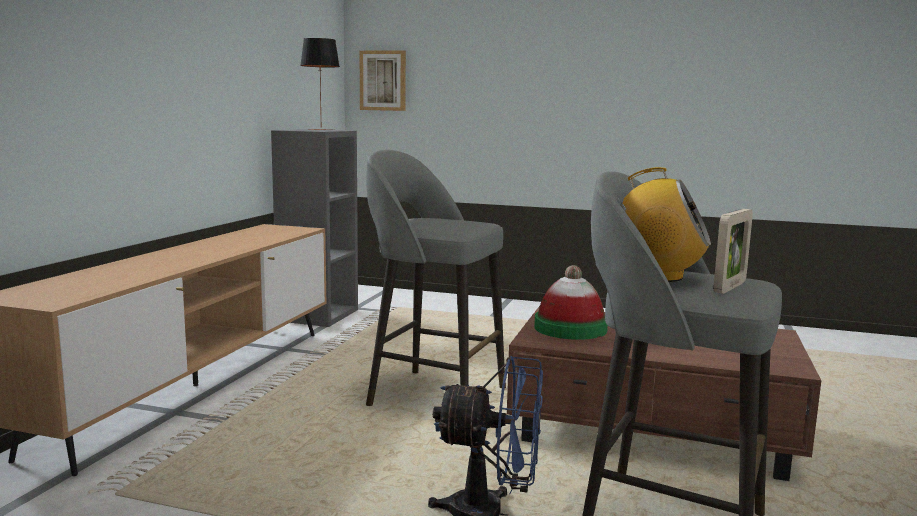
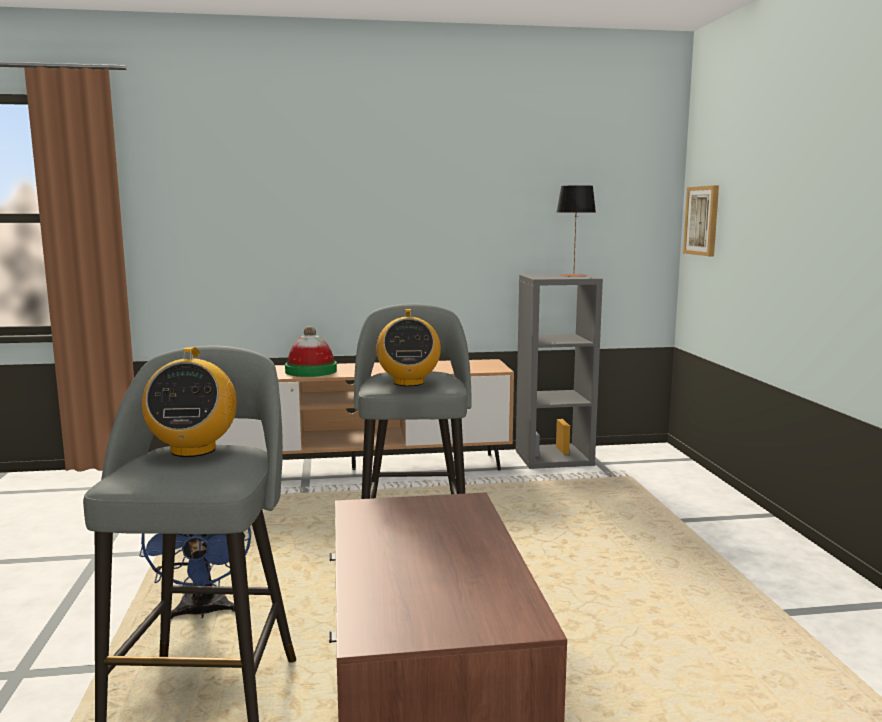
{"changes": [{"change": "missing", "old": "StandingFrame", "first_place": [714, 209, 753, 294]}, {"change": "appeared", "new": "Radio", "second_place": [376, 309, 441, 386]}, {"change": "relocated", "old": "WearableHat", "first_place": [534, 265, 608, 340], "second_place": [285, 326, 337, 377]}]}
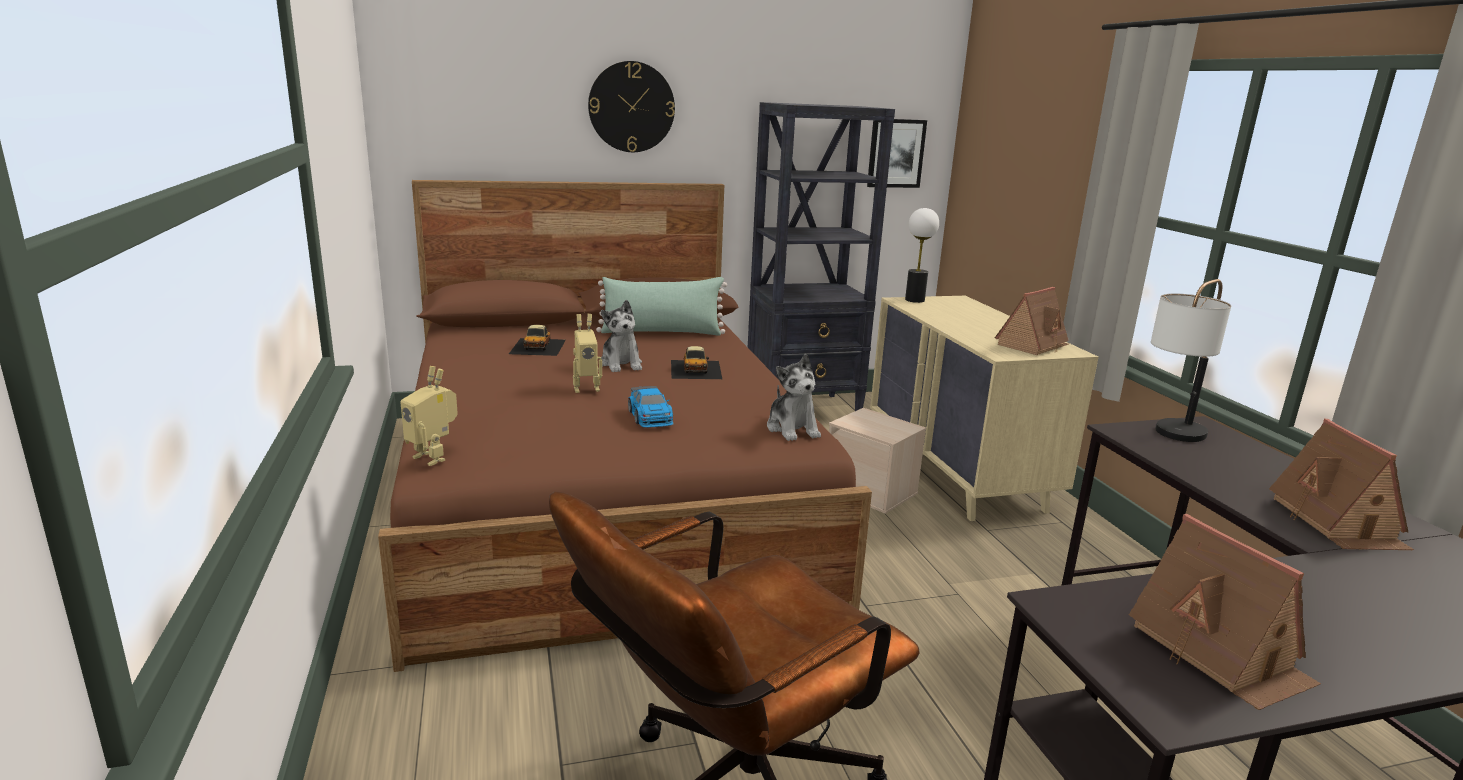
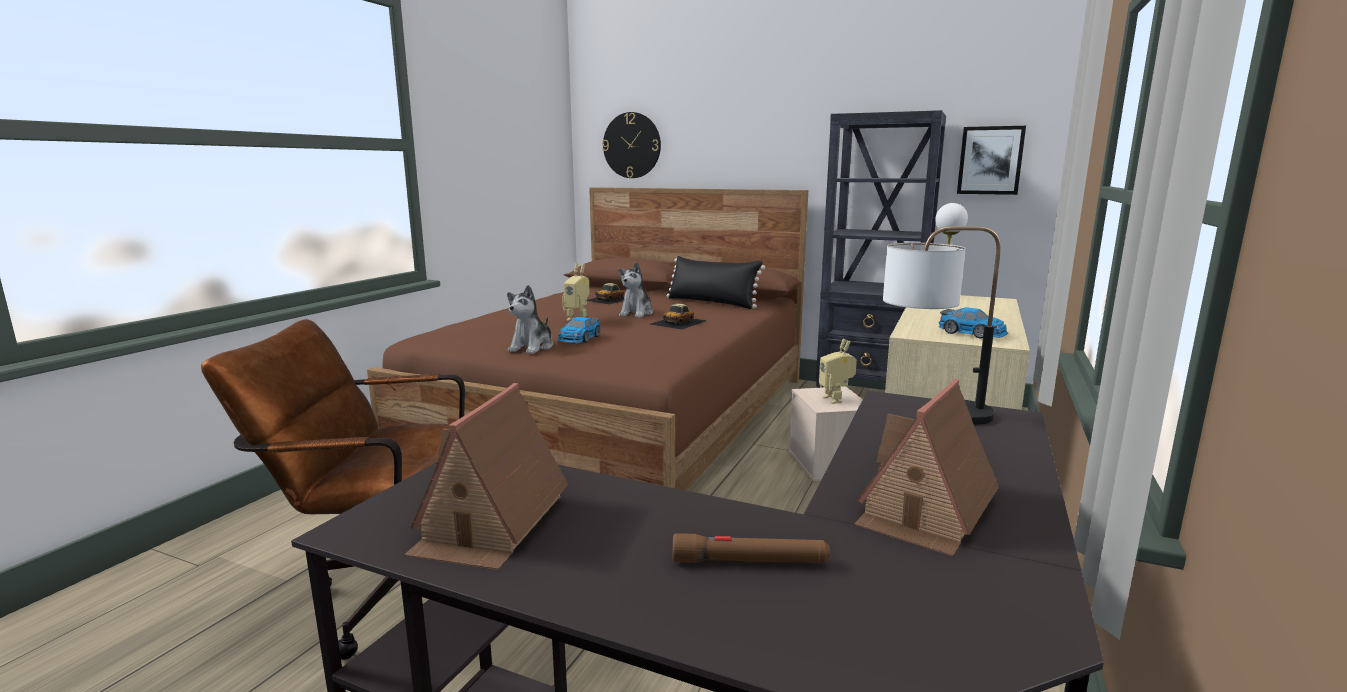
{"changes": [{"change": "appeared", "new": "BrownishHandTorch", "second_place": [673, 533, 830, 563]}, {"change": "relocated", "old": "ModelRobot", "first_place": [400, 366, 458, 466], "second_place": [819, 339, 857, 404]}, {"change": "relocated", "old": "ClockOnTheWall", "first_place": [588, 61, 675, 152], "second_place": [602, 112, 661, 178]}, {"change": "relocated", "old": "PlushToy", "first_place": [767, 354, 821, 441], "second_place": [507, 285, 553, 354]}, {"change": "exchanged", "old": "MiniatureHouse", "new": "MiniatureCar", "first_place": [995, 287, 1069, 355], "second_place": [939, 307, 1008, 338]}, {"change": "colour", "old": "GreenCushion", "new": "BlackColouredCushion", "first_place": [596, 277, 727, 336], "second_place": [667, 256, 765, 309]}]}
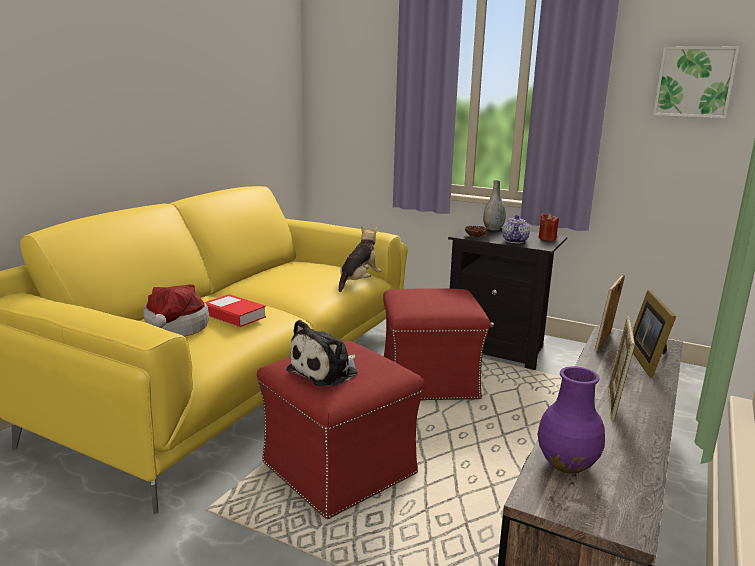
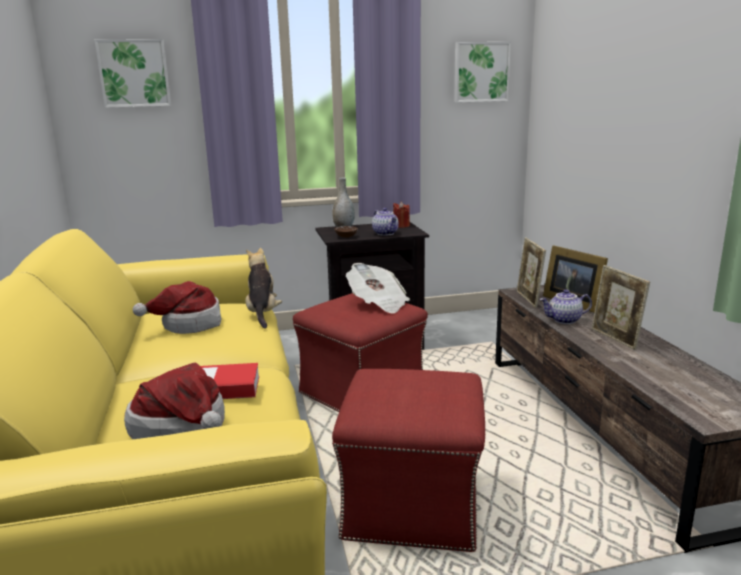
{"changes": [{"change": "missing", "old": "PlushToy", "first_place": [286, 320, 358, 386]}, {"change": "missing", "old": "PurpleColouredDecorativeVase", "first_place": [538, 366, 605, 474]}, {"change": "appeared", "new": "WallPicture", "second_place": [94, 39, 172, 108]}, {"change": "appeared", "new": "WearableHat", "second_place": [133, 281, 222, 334]}, {"change": "appeared", "new": "Newspaper", "second_place": [346, 263, 410, 314]}, {"change": "appeared", "new": "PotForTea", "second_place": [540, 290, 592, 324]}]}
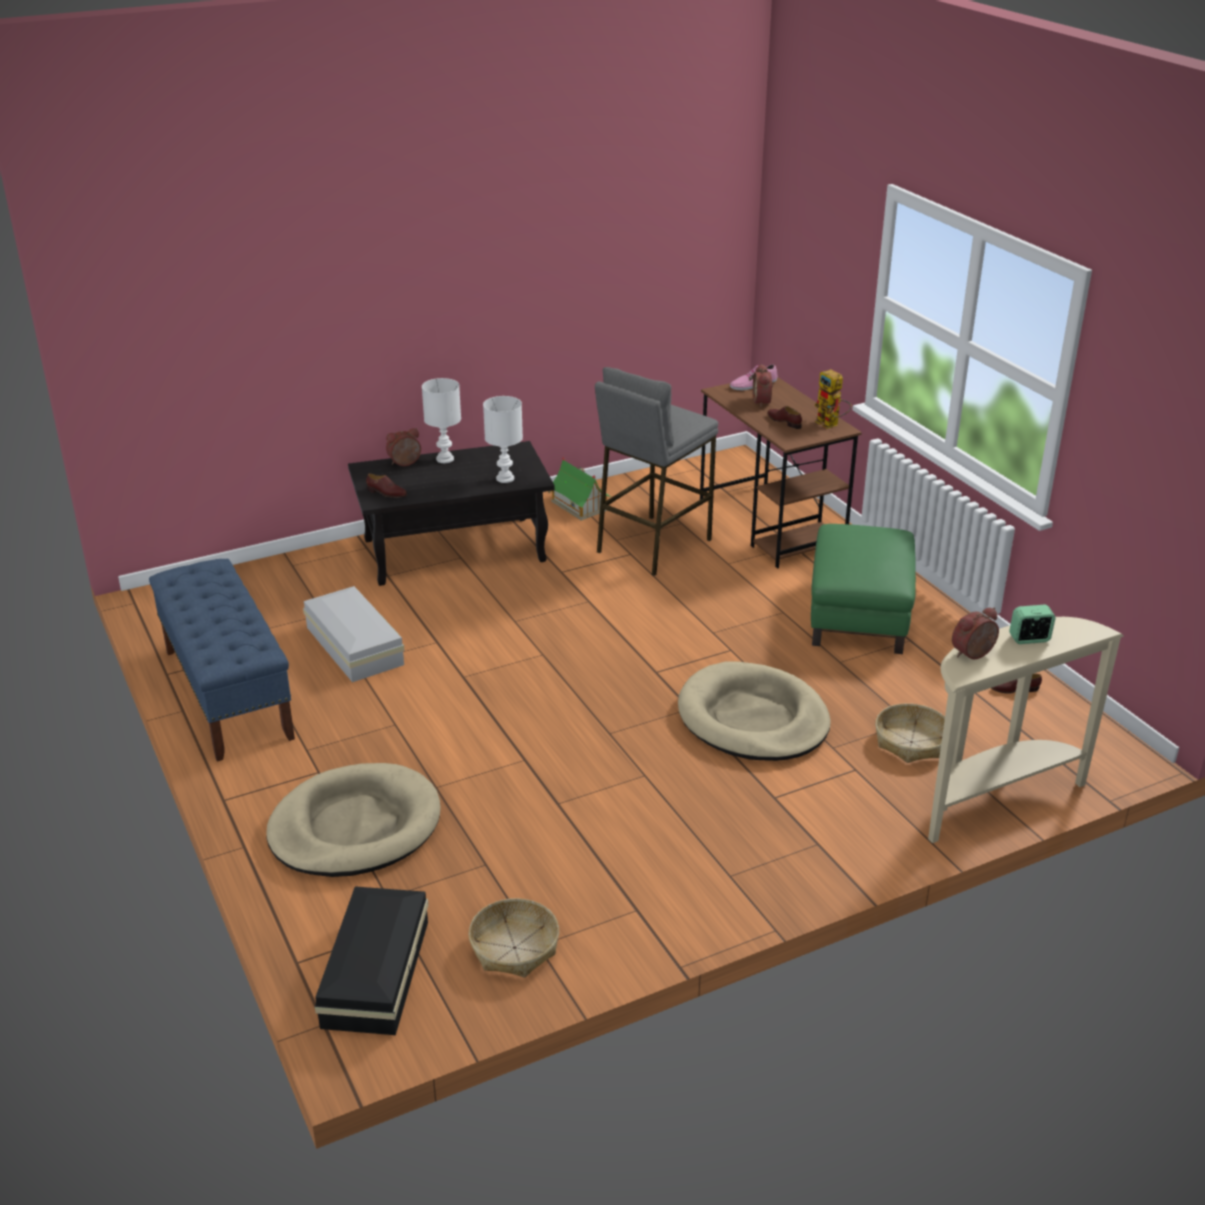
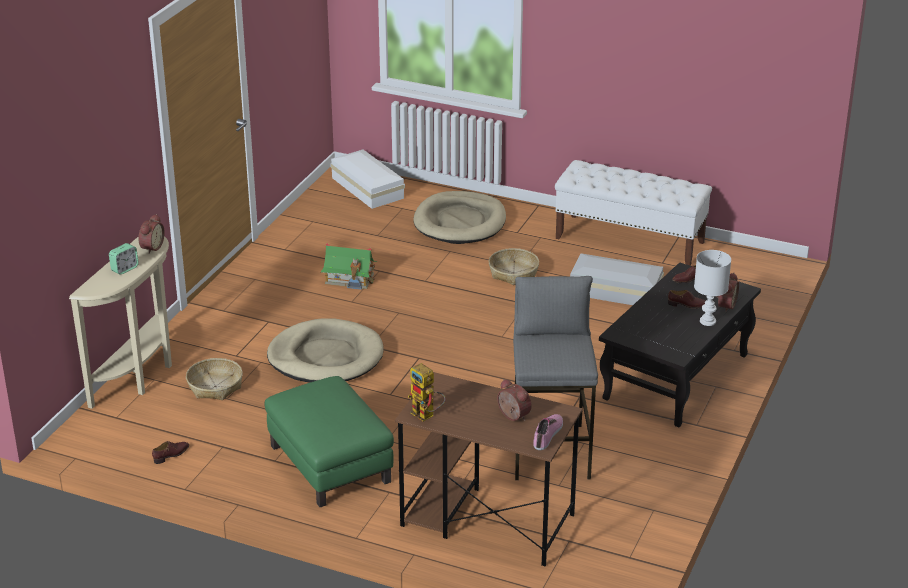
{"changes": [{"change": "missing", "old": "WhiteLampForATable", "first_place": [483, 396, 523, 483]}, {"change": "relocated", "old": "HouseholdBasket", "first_place": [469, 898, 559, 977], "second_place": [489, 248, 539, 285]}, {"change": "relocated", "old": "MiniatureHouse", "first_place": [548, 457, 611, 521], "second_place": [321, 243, 377, 290]}, {"change": "relocated", "old": "BrownishShoe", "first_place": [767, 406, 802, 429], "second_place": [668, 290, 705, 309]}, {"change": "colour", "old": "BlueBench", "new": "WhiteBench", "first_place": [149, 559, 295, 761], "second_place": [555, 160, 712, 266]}, {"change": "colour", "old": "BlackColouredStorageContainer", "new": "WhiteStorageContainer", "first_place": [315, 886, 428, 1035], "second_place": [330, 149, 405, 209]}, {"change": "spun", "old": "ModelRobot", "first_place": [814, 369, 852, 429], "second_place": [408, 363, 446, 422], "degrees": -150}]}
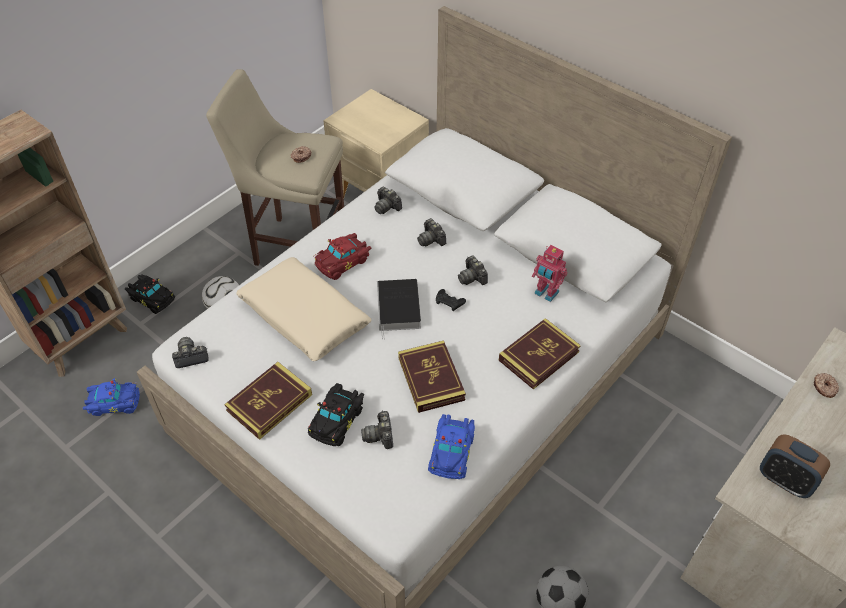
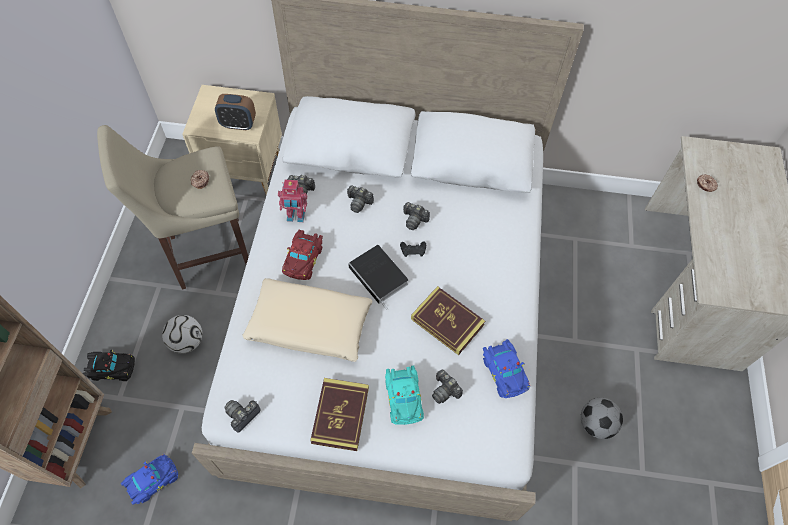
{"changes": [{"change": "missing", "old": "Book", "first_place": [499, 318, 581, 390]}, {"change": "relocated", "old": "ModelRobot", "first_place": [532, 245, 567, 302], "second_place": [278, 180, 307, 222]}, {"change": "relocated", "old": "AlarmClock", "first_place": [760, 434, 830, 498], "second_place": [215, 94, 256, 130]}, {"change": "colour", "old": "BlackColouredMiniatureCar", "new": "TurquoiseColouredMiniatureCar", "first_place": [308, 383, 364, 446], "second_place": [385, 366, 424, 425]}]}
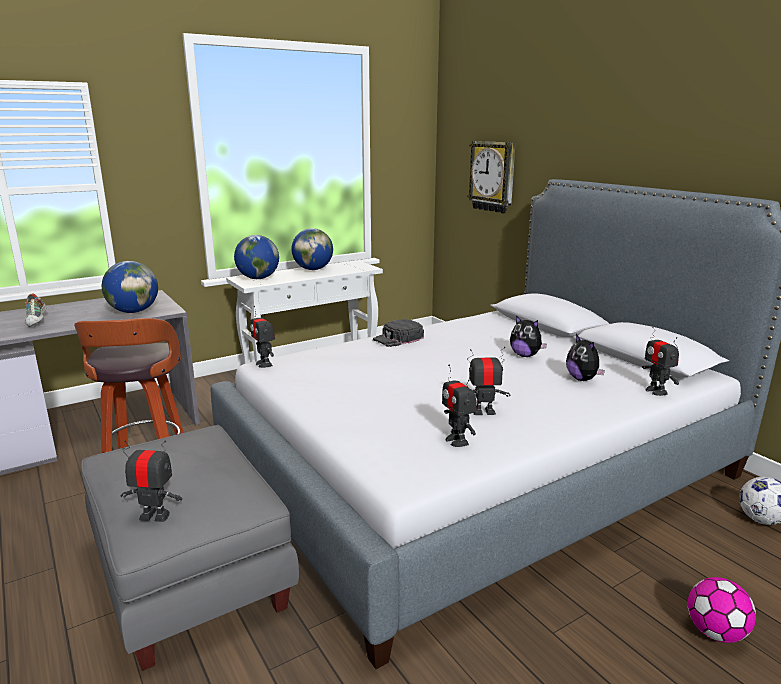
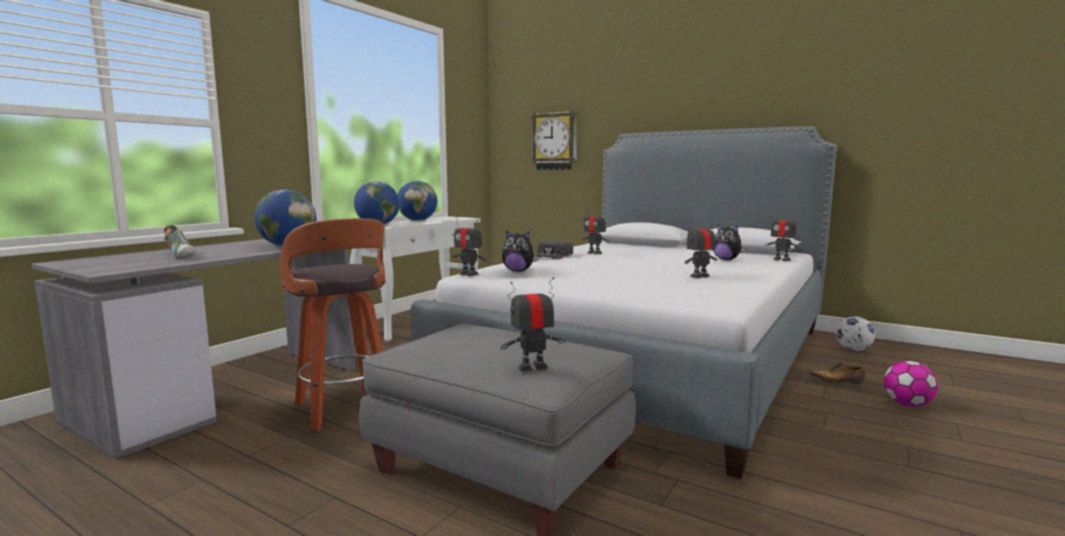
{"changes": [{"change": "appeared", "new": "Shoe", "second_place": [809, 362, 865, 384]}, {"change": "relocated", "old": "ModelRobot", "first_place": [442, 365, 476, 447], "second_place": [581, 207, 610, 254]}, {"change": "relocated", "old": "PlushToy", "first_place": [510, 316, 547, 357], "second_place": [502, 231, 539, 272]}]}
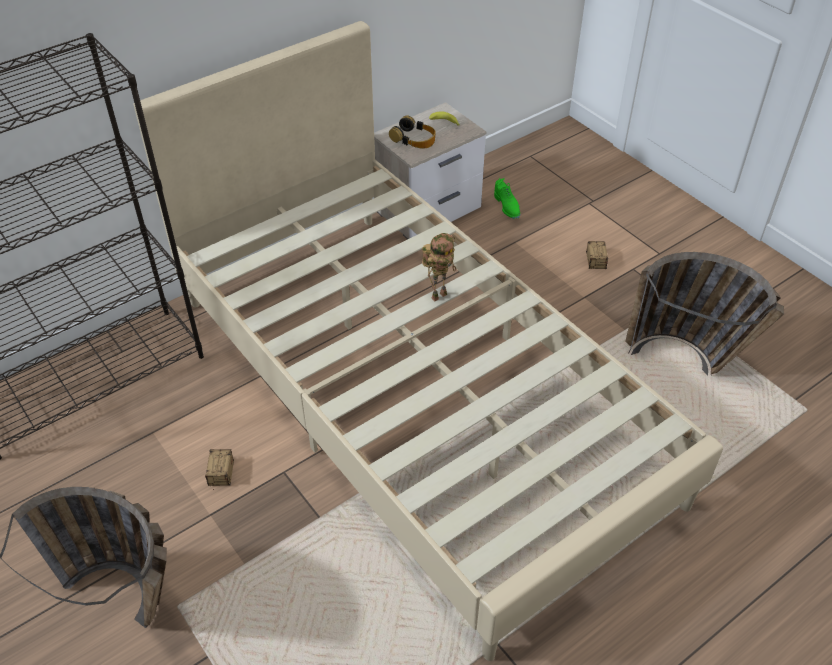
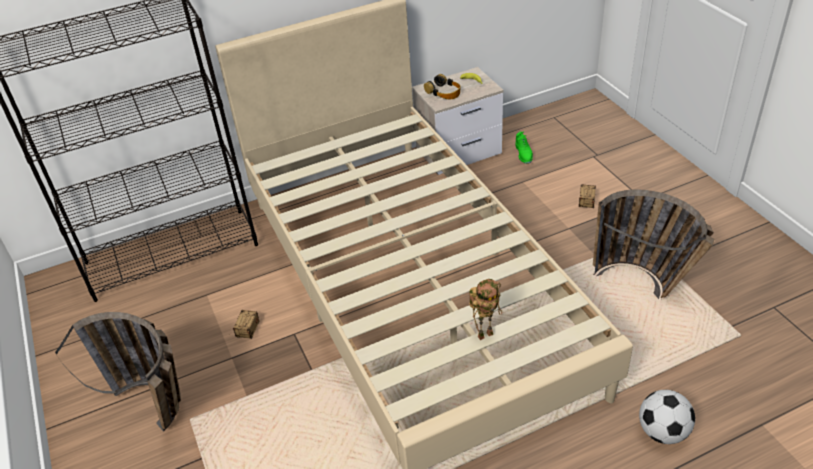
{"changes": [{"change": "appeared", "new": "Football", "second_place": [639, 390, 695, 444]}, {"change": "relocated", "old": "ModelRobot", "first_place": [422, 233, 457, 301], "second_place": [469, 279, 502, 340]}]}
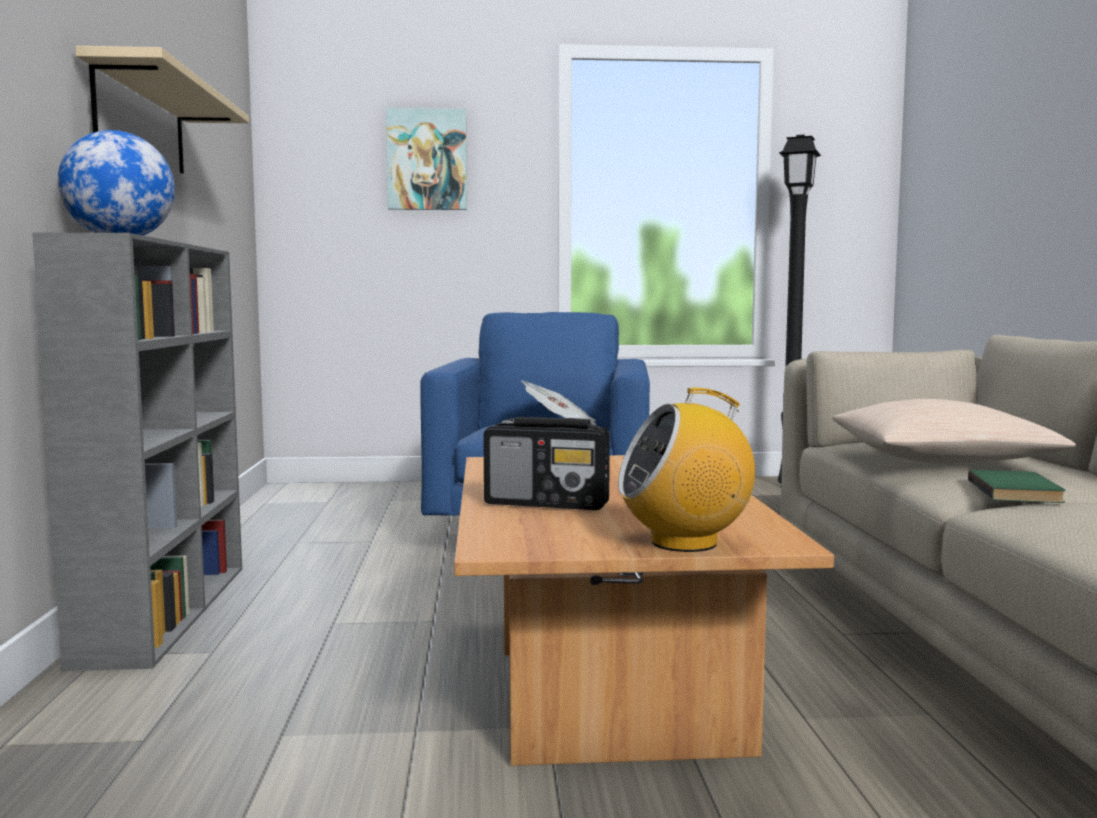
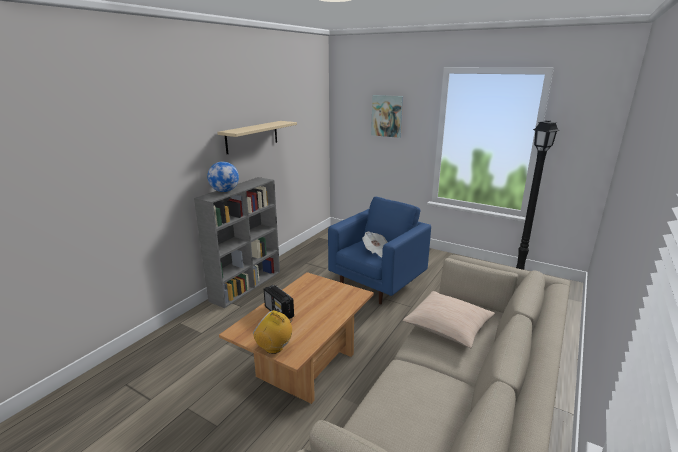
{"changes": [{"change": "missing", "old": "GreenBook", "first_place": [968, 470, 1066, 503]}]}
